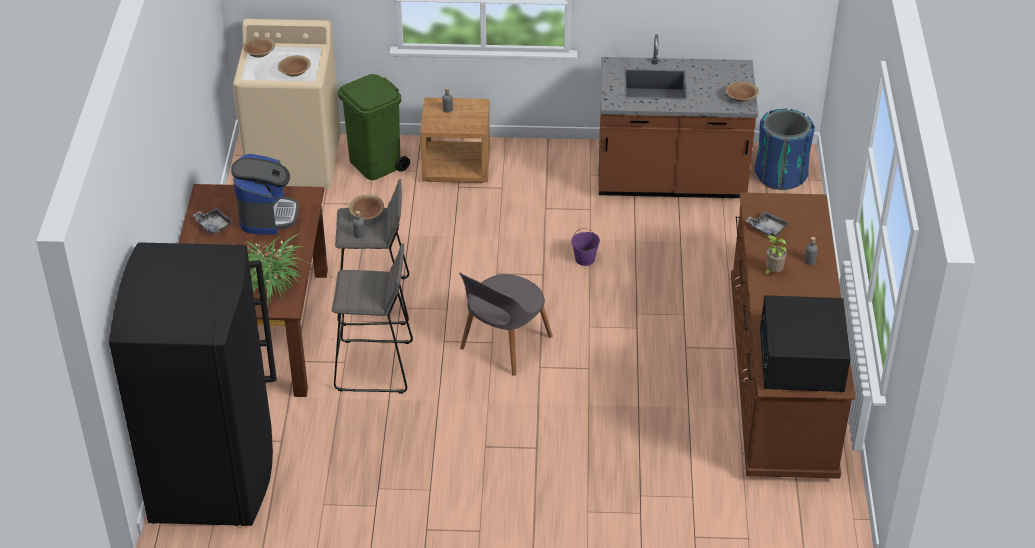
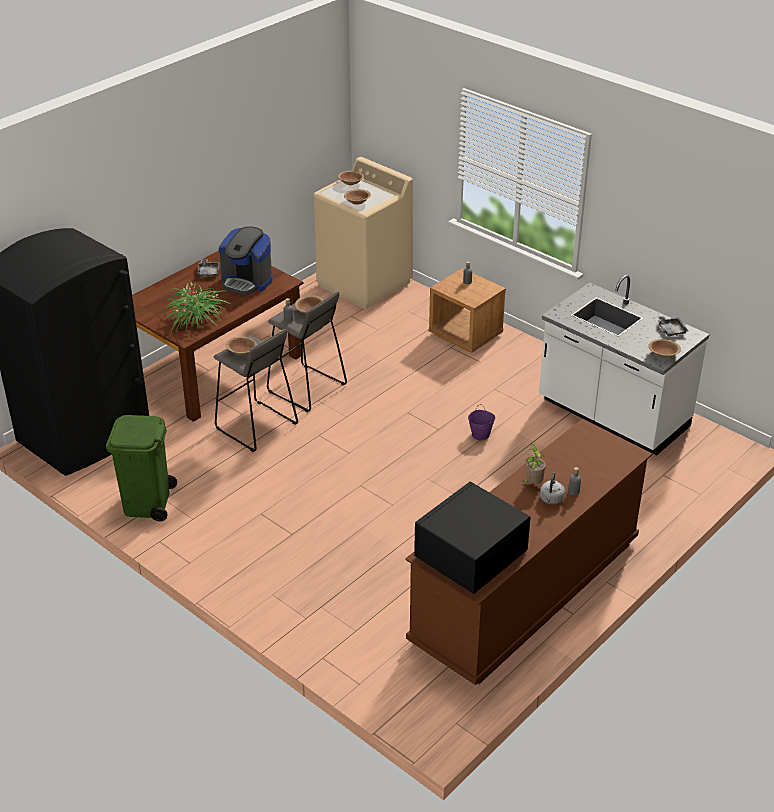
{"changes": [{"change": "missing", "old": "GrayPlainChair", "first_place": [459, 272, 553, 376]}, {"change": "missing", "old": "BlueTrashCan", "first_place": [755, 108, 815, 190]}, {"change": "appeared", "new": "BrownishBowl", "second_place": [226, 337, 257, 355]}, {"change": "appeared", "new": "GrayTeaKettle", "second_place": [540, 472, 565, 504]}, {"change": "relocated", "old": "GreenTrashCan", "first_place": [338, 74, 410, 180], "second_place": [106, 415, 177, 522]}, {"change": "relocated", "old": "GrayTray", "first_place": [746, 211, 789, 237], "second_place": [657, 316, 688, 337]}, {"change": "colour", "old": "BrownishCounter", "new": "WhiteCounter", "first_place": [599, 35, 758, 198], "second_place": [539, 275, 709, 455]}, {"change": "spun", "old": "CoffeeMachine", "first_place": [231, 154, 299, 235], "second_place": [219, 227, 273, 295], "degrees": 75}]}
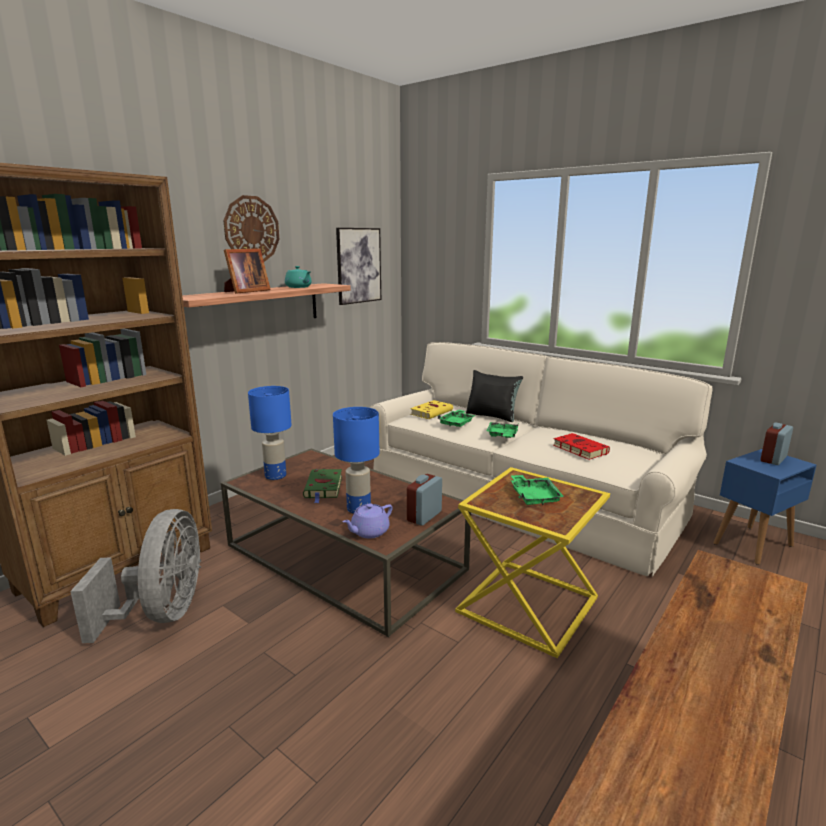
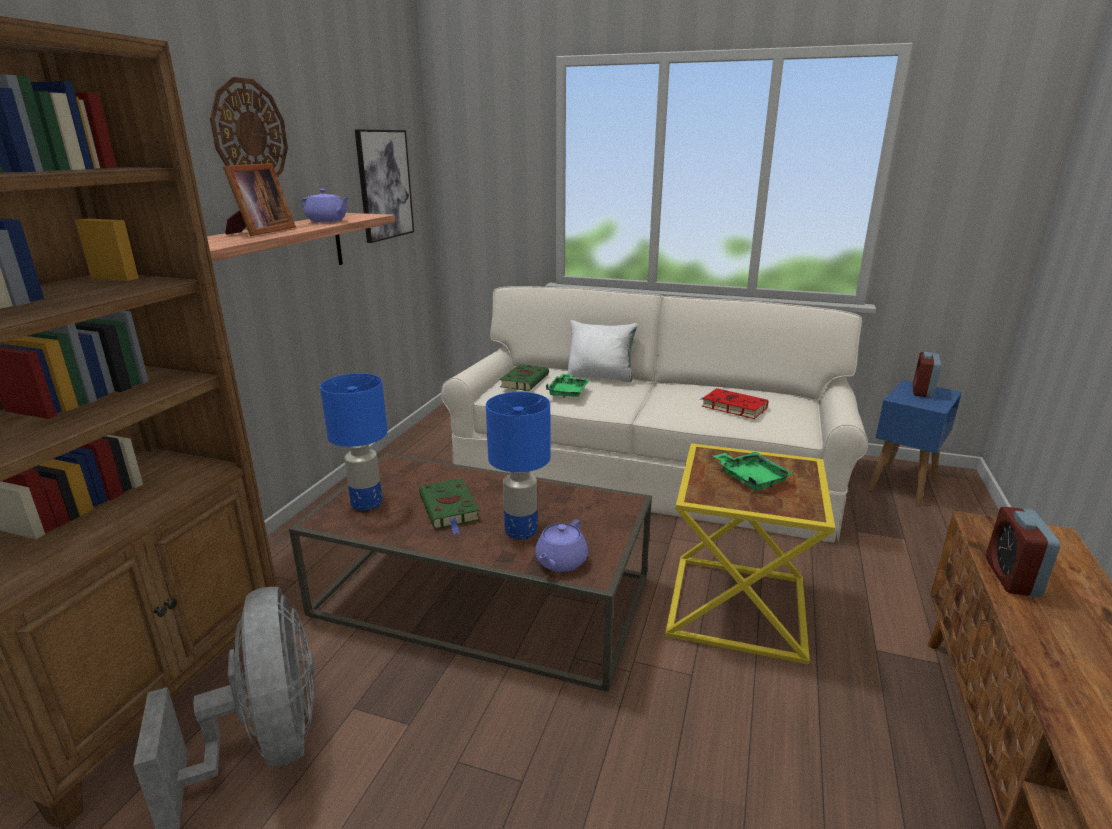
{"changes": [{"change": "missing", "old": "GreenTray", "first_place": [487, 422, 519, 438]}, {"change": "relocated", "old": "AlarmClock", "first_place": [407, 474, 442, 526], "second_place": [986, 507, 1060, 597]}, {"change": "colour", "old": "TurquoiseColouredPotForTea", "new": "PurpleColouredPotForTea", "first_place": [285, 266, 312, 288], "second_place": [301, 189, 350, 222]}, {"change": "colour", "old": "YellowColouredBook", "new": "GreenBook", "first_place": [410, 400, 453, 419], "second_place": [500, 364, 549, 391]}, {"change": "colour", "old": "BlackColouredCushion", "new": "WhiteCushion", "first_place": [466, 370, 523, 422], "second_place": [568, 320, 638, 382]}]}
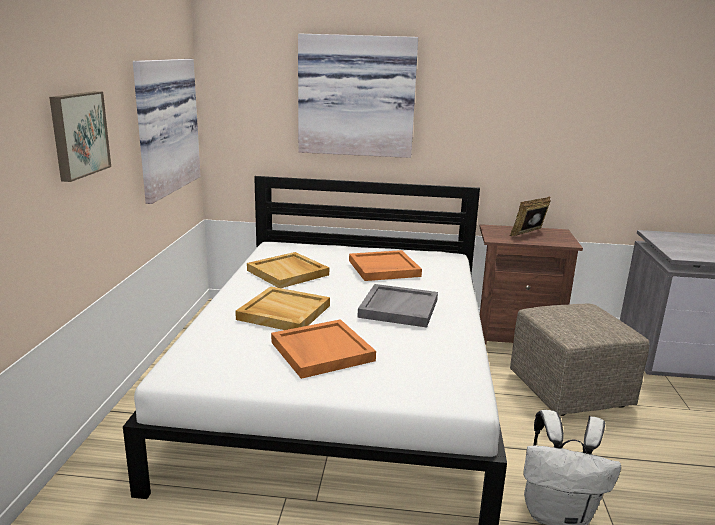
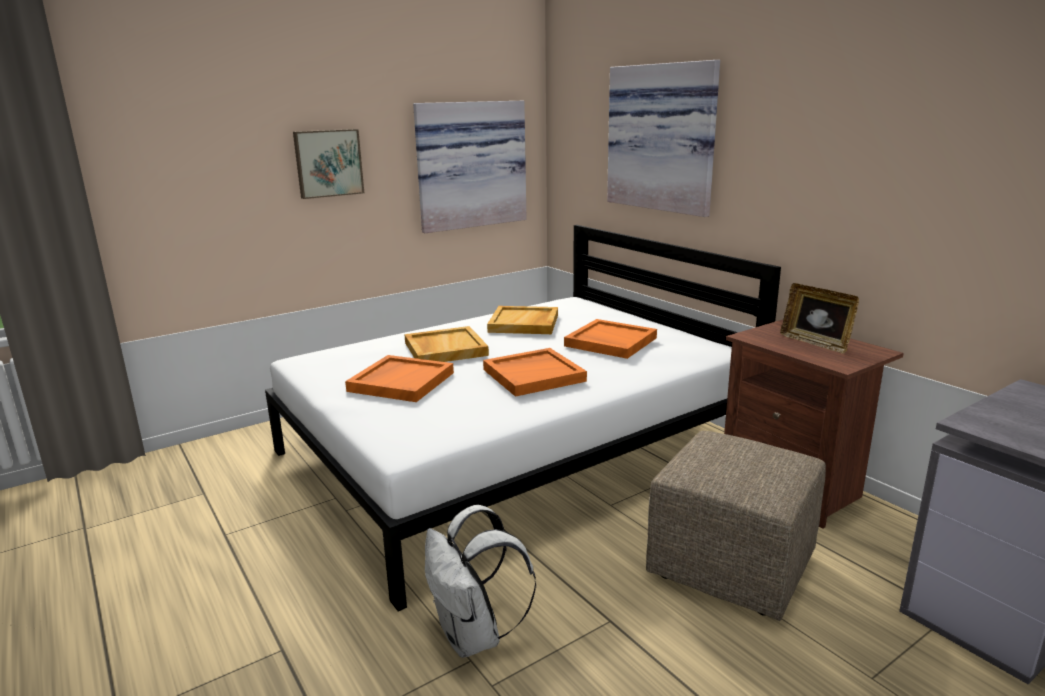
{"changes": [{"change": "colour", "old": "GrayTray", "new": "OrangeColouredTray", "first_place": [357, 284, 438, 328], "second_place": [483, 348, 587, 397]}, {"change": "spun", "old": "StandingFrame", "first_place": [509, 196, 551, 236], "second_place": [780, 283, 859, 354], "degrees": -135}]}
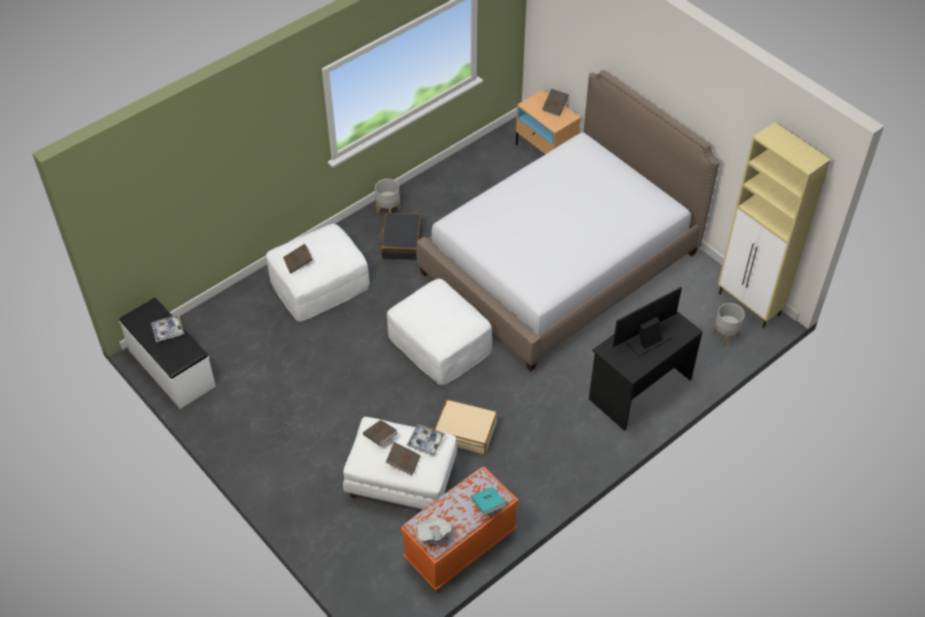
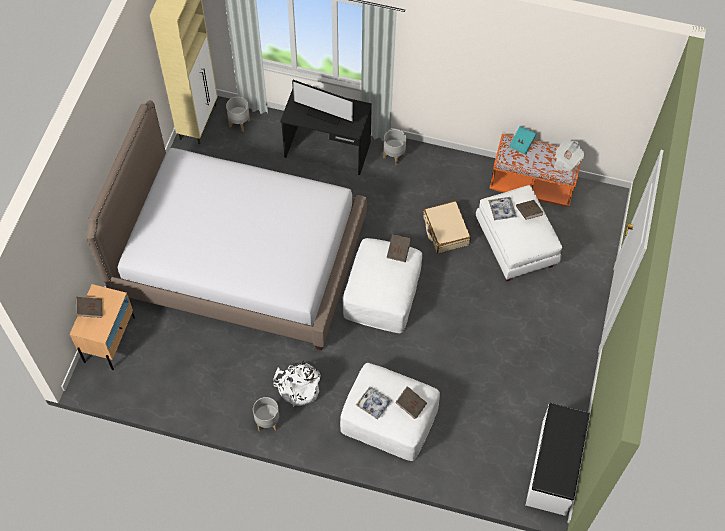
{"changes": [{"change": "appeared", "new": "GrayPlanter", "second_place": [383, 129, 406, 165]}, {"change": "relocated", "old": "Tray", "first_place": [151, 315, 184, 342], "second_place": [356, 387, 392, 420]}, {"change": "relocated", "old": "BrownishBook", "first_place": [363, 420, 398, 446], "second_place": [387, 234, 411, 262]}, {"change": "exchanged", "old": "BlackColouredPieceOfLuggage", "new": "WhiteKnapsack", "first_place": [380, 213, 422, 260], "second_place": [273, 361, 321, 407]}]}
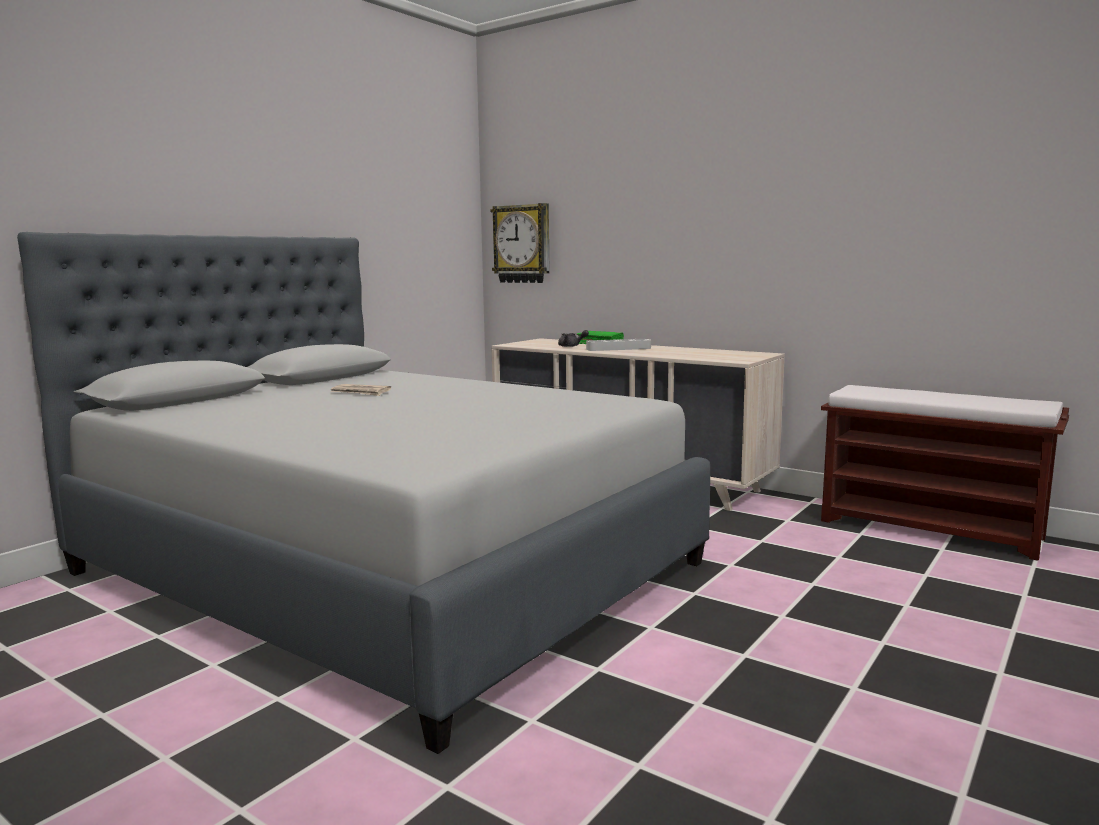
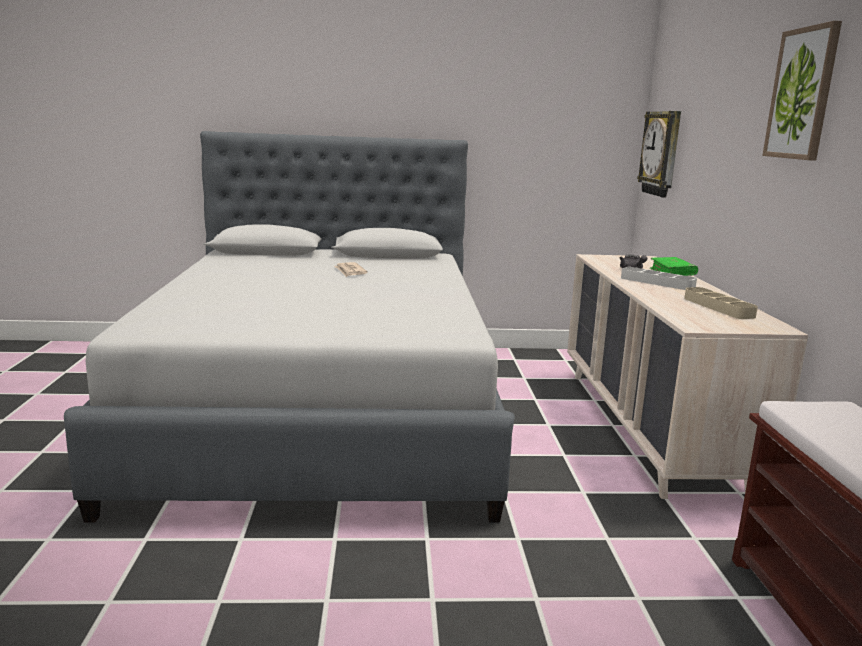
{"changes": [{"change": "appeared", "new": "SandColouredTray", "second_place": [684, 287, 758, 319]}, {"change": "appeared", "new": "WallPicture", "second_place": [762, 21, 842, 161]}]}
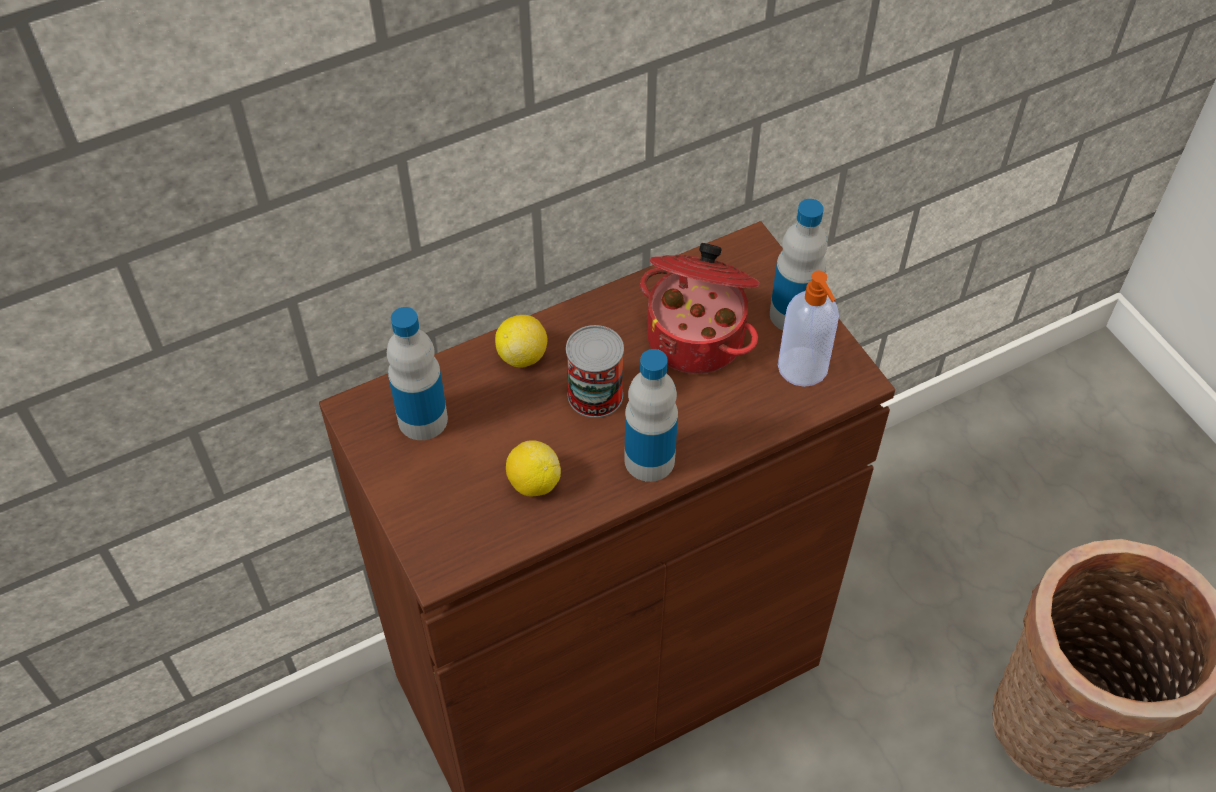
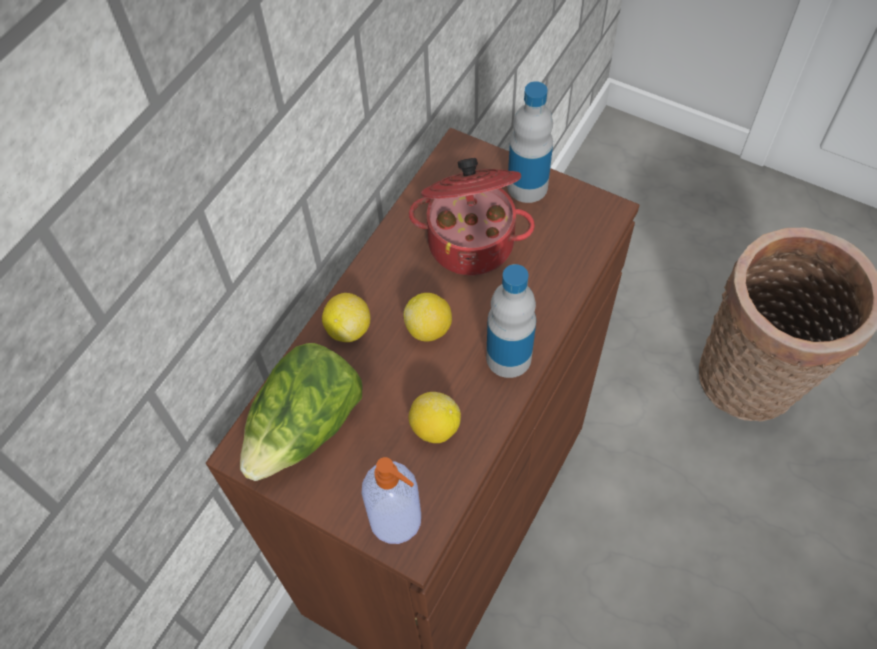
{"changes": [{"change": "relocated", "old": "LiquidSoapBottle", "first_place": [778, 271, 839, 387], "second_place": [361, 457, 421, 544]}, {"change": "exchanged", "old": "BeverageBottle", "new": "LettuceHead", "first_place": [387, 307, 448, 440], "second_place": [240, 343, 363, 481]}, {"change": "exchanged", "old": "Can", "new": "WholeLemon", "first_place": [566, 325, 624, 418], "second_place": [403, 293, 452, 342]}]}
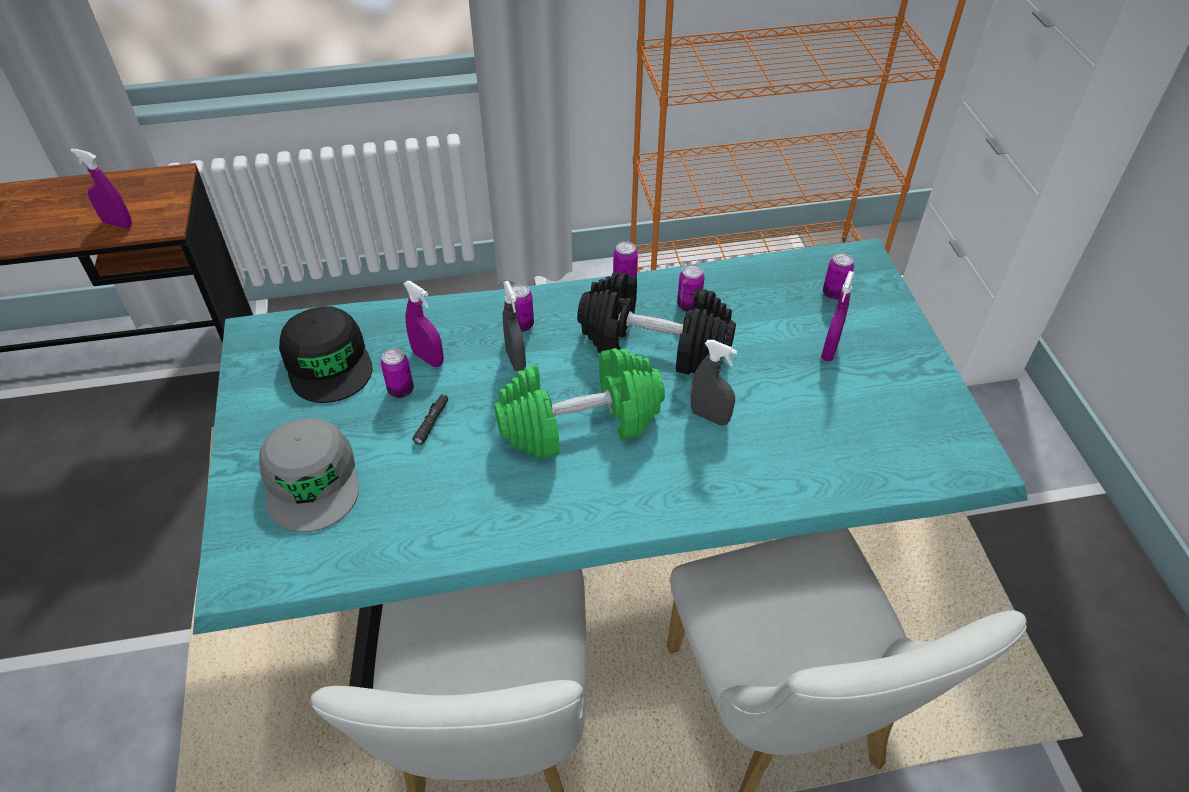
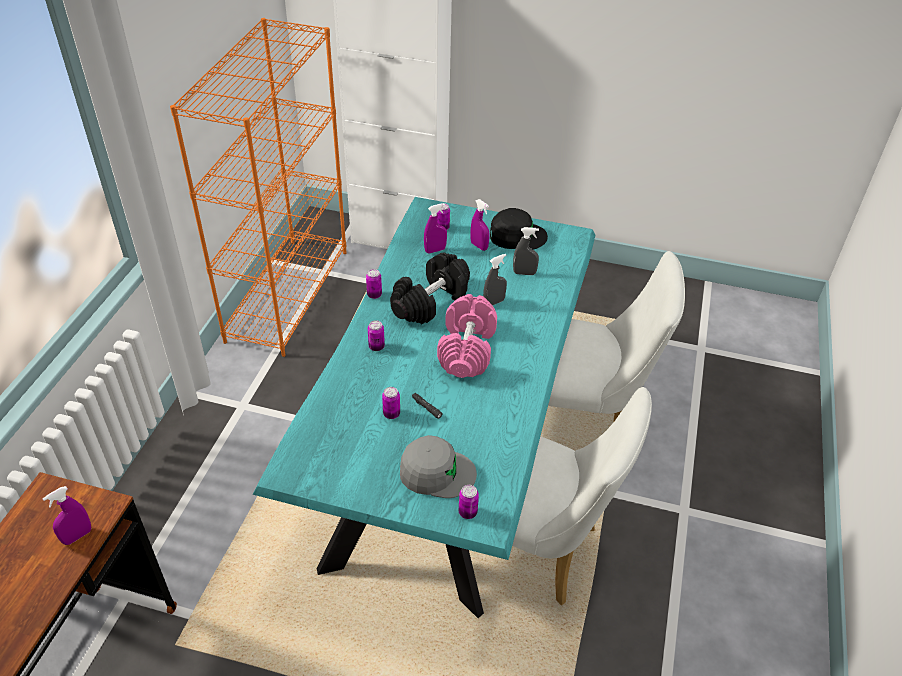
{"changes": [{"change": "relocated", "old": "BlackColouredCap", "first_place": [279, 307, 373, 403], "second_place": [490, 208, 548, 249]}, {"change": "relocated", "old": "PurpleColouredHandSprayer", "first_place": [403, 281, 444, 367], "second_place": [424, 203, 447, 253]}, {"change": "relocated", "old": "GrayHandSprayer", "first_place": [503, 281, 526, 372], "second_place": [513, 227, 539, 275]}, {"change": "relocated", "old": "Can", "first_place": [677, 264, 705, 312], "second_place": [459, 485, 479, 519]}, {"change": "colour", "old": "GreenHandWeight", "new": "PinkishHandWeight", "first_place": [494, 348, 665, 459], "second_place": [437, 294, 497, 378]}]}
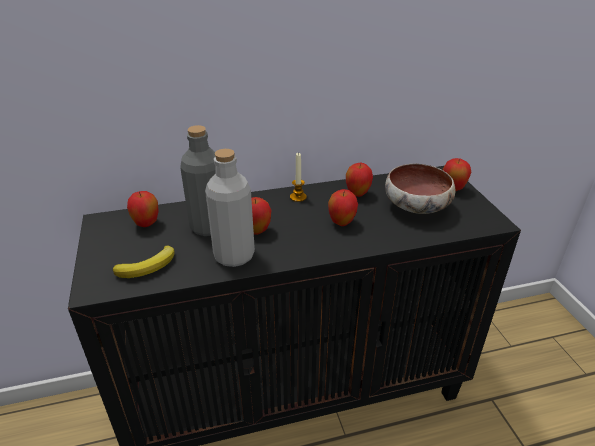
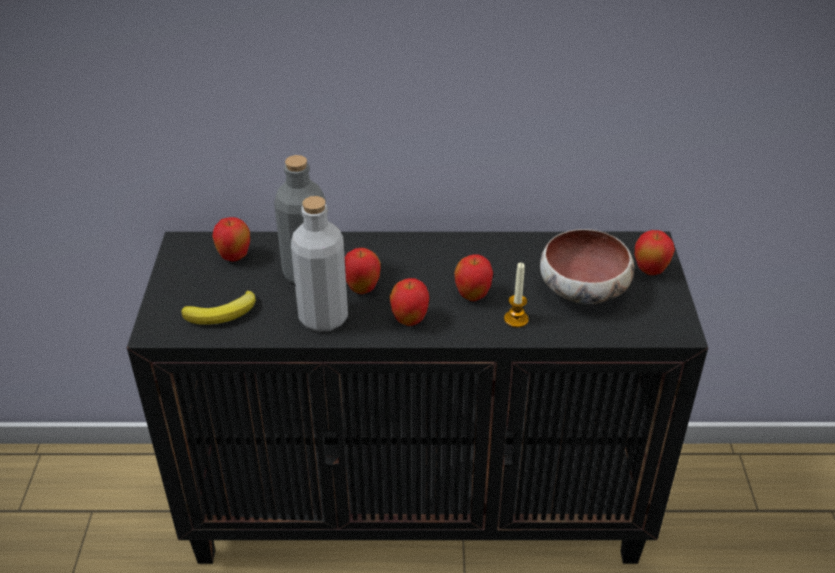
{"changes": [{"change": "relocated", "old": "Candle", "first_place": [290, 152, 307, 202], "second_place": [504, 262, 529, 328]}, {"change": "relocated", "old": "Apple", "first_place": [346, 163, 373, 197], "second_place": [389, 278, 429, 326]}]}
